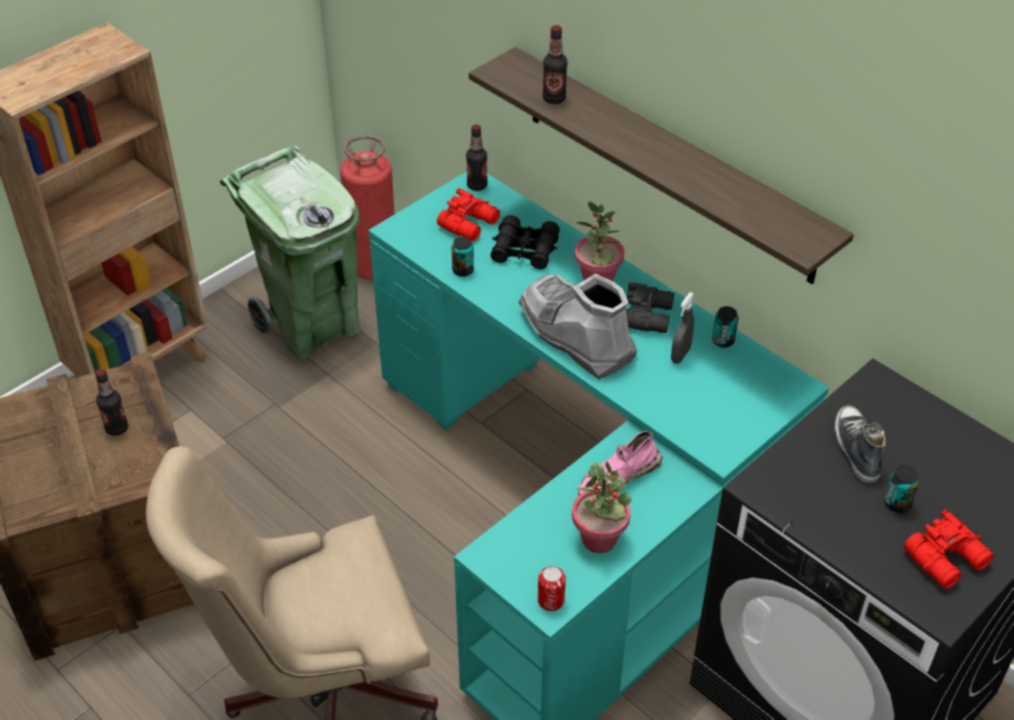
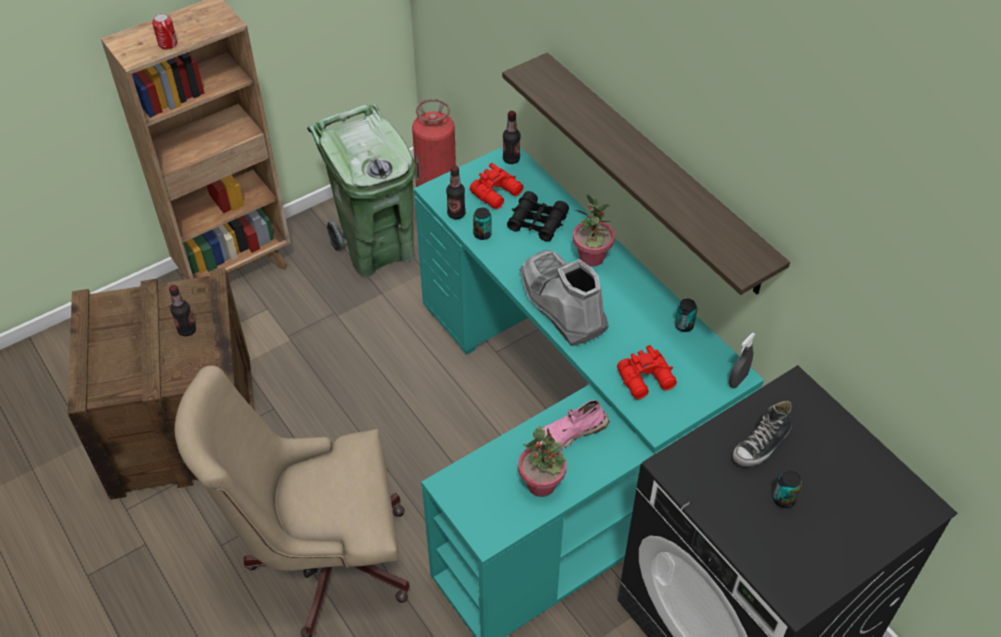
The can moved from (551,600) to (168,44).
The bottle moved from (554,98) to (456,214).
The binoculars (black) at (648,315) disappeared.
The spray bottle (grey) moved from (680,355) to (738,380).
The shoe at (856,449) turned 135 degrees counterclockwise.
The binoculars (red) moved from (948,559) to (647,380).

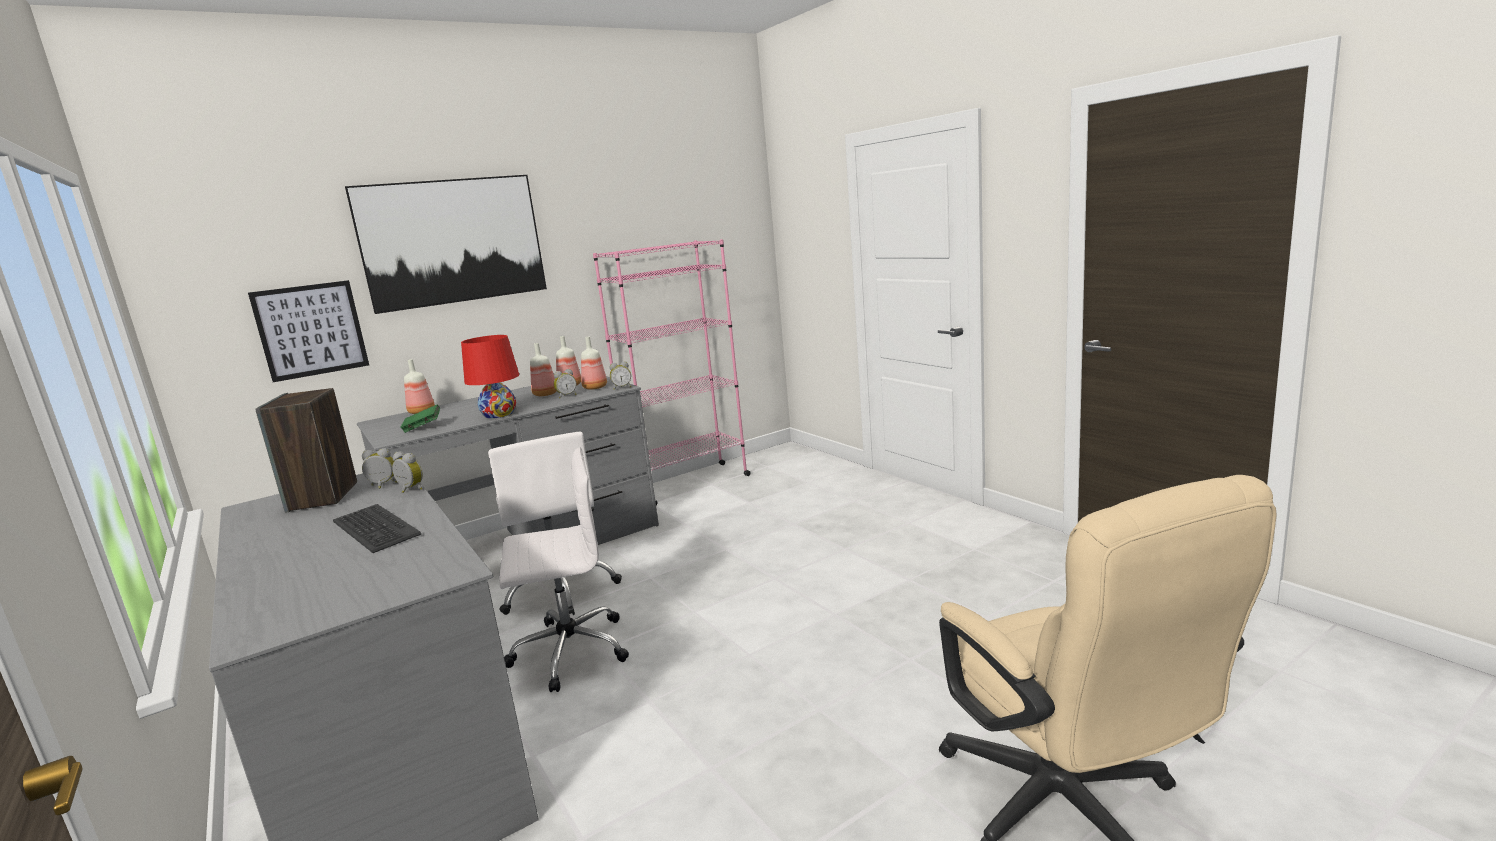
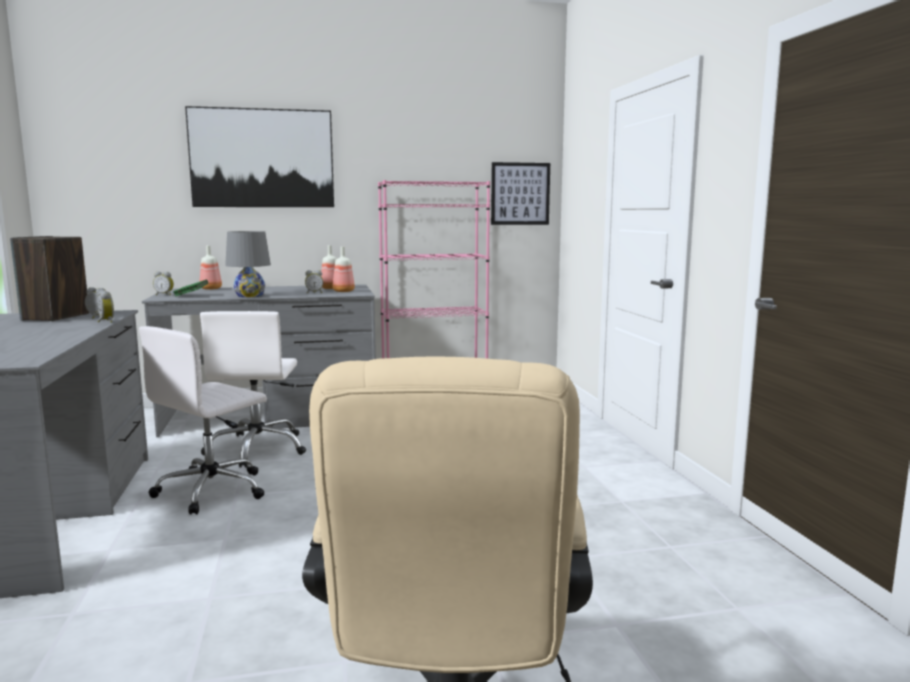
The picture moved from (311,330) to (520,194).
The keyboard at (374,529) disappeared.
The table lamp (red) at (499,414) became the table lamp (grey) at (250,296).
The office chair (white) at (568,651) turned 120 degrees clockwise.
The bottle at (546,394) disappeared.
The alarm clock moved from (622,388) to (164,295).

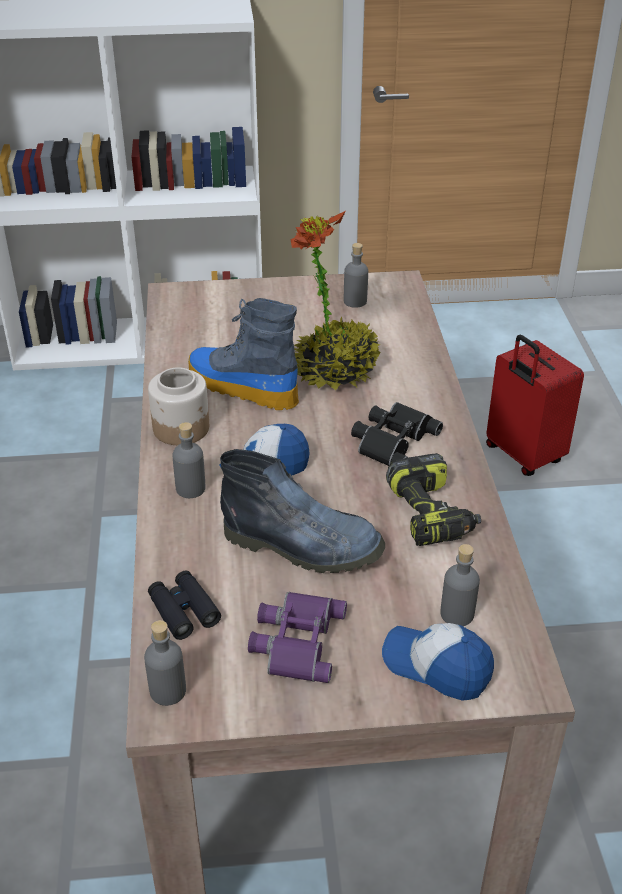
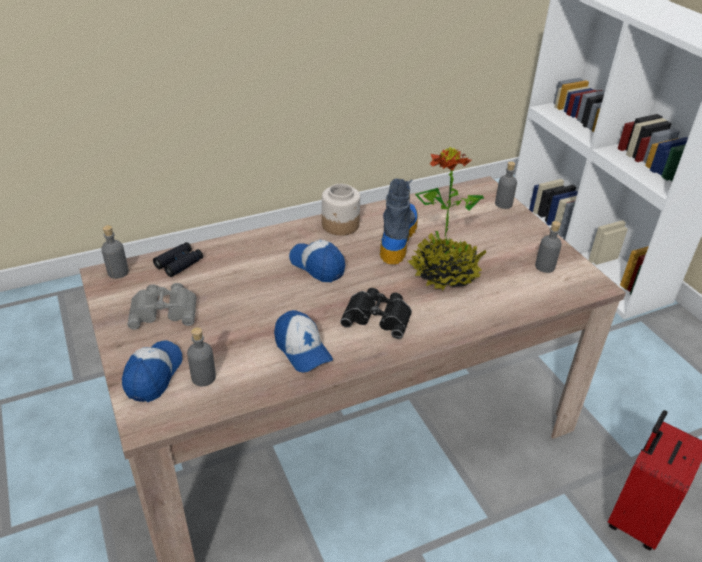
The bottle (grey) moved from (190,488) to (503,204).
The boot at (305,545) disappeared.
The binoculars (purple) at (295,640) became the binoculars (grey) at (164,310).
The power drill at (432,514) was replaced by the cap at (302,349).

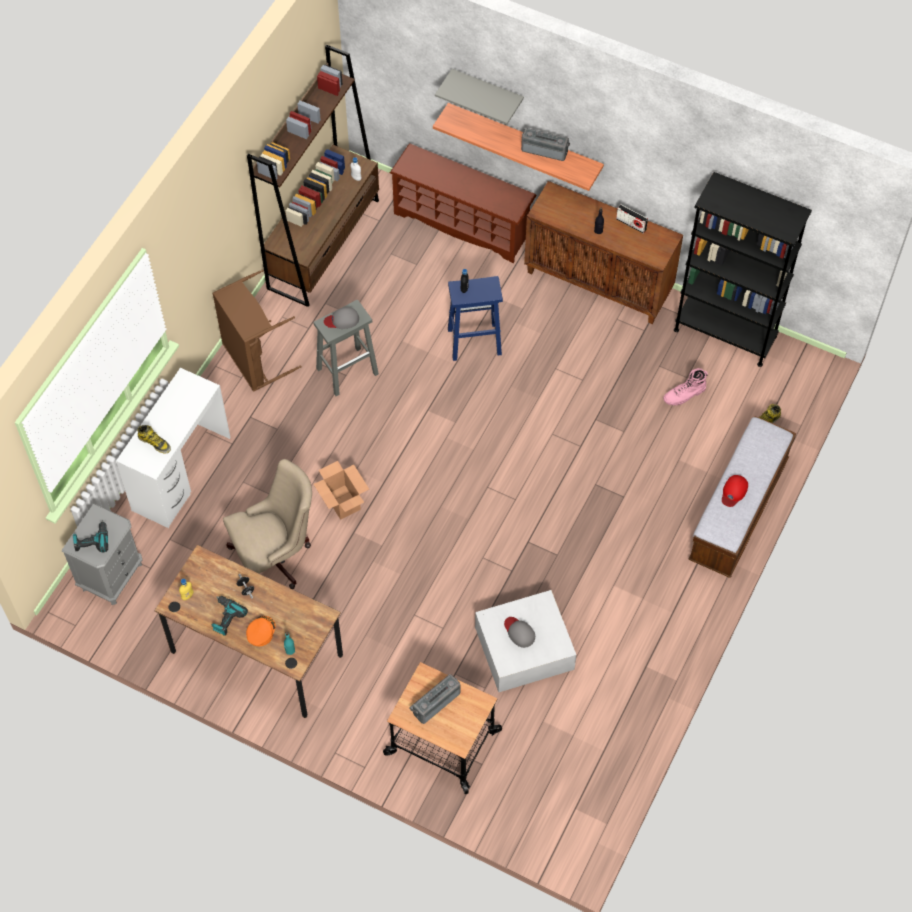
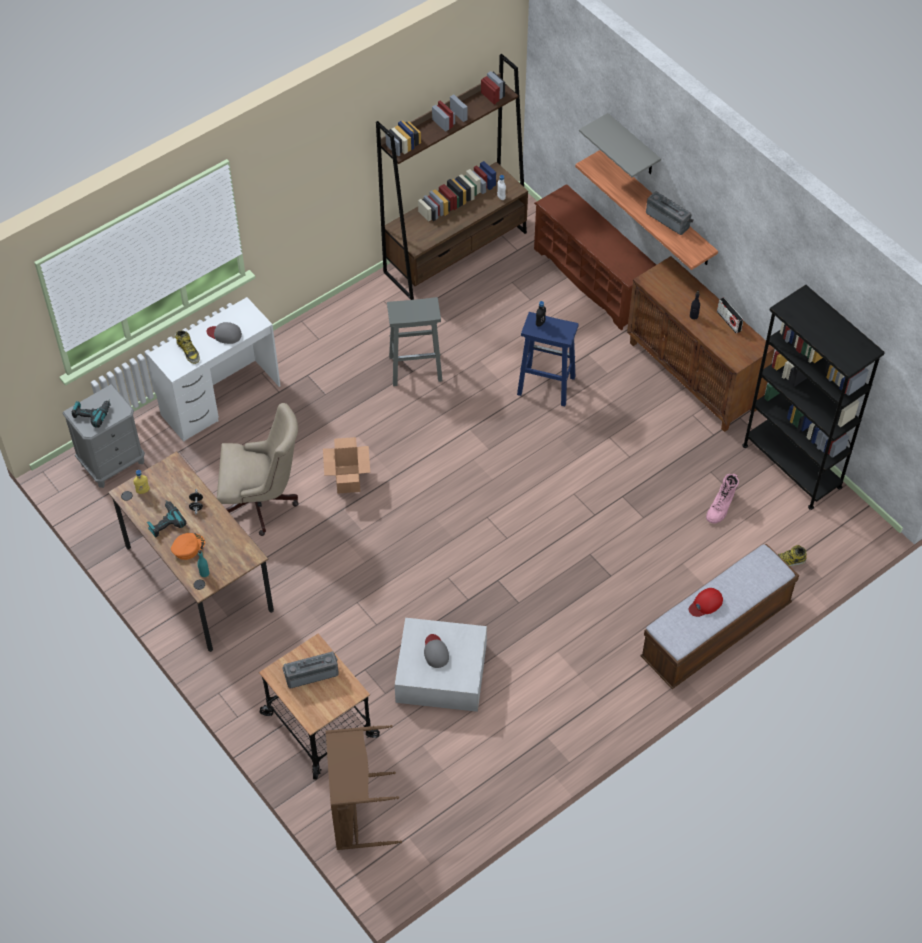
The laundry basket (brown) moved from (254,359) to (355,811).
The cap (grey) moved from (342,320) to (224,334).
The boot (pink) at (684,395) turned 60 degrees counterclockwise.

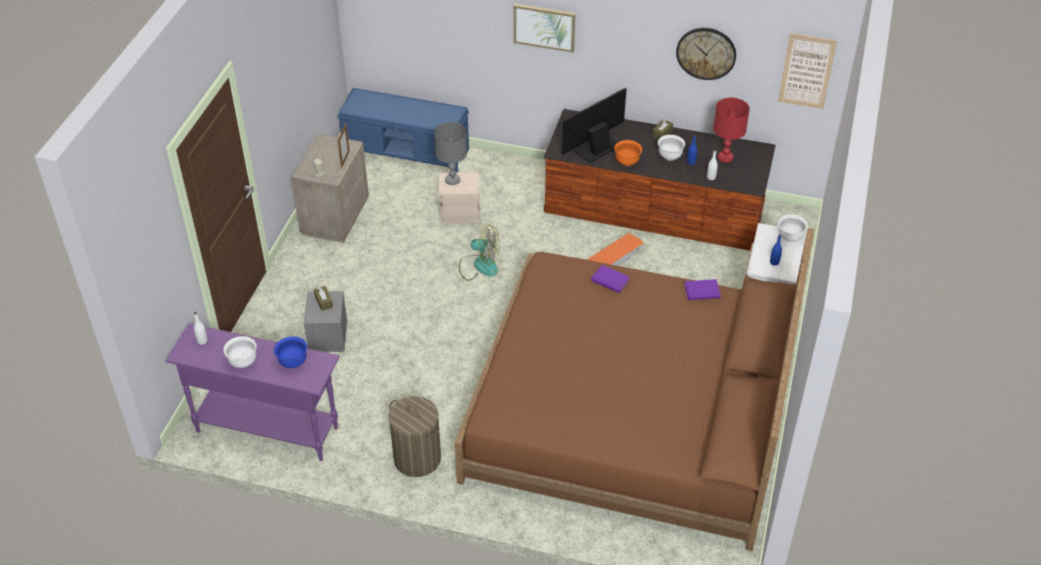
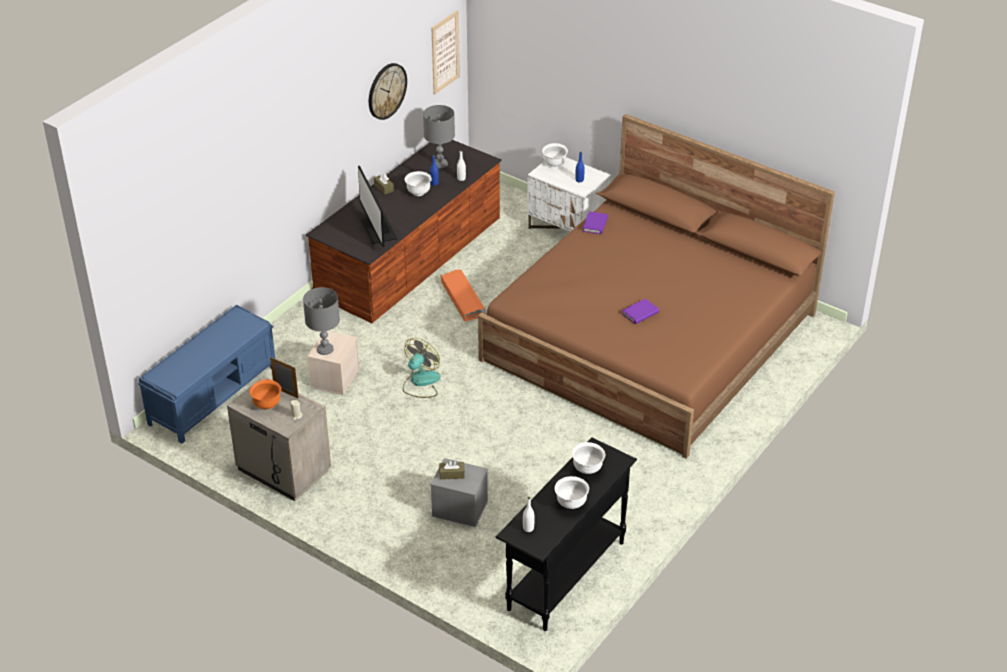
The console table (purple) at (267,429) became the console table (black) at (565,576).
The bowl (blue) at (293,362) became the bowl (white) at (587,468).
The laundry basket at (417,458) disappeared.
The picture at (544,27) disappeared.
The book (purple) moved from (610,280) to (640,313).
The bowl (orange) moved from (627,162) to (267,404).
The table lamp (red) at (725,157) became the table lamp (grey) at (440,164).

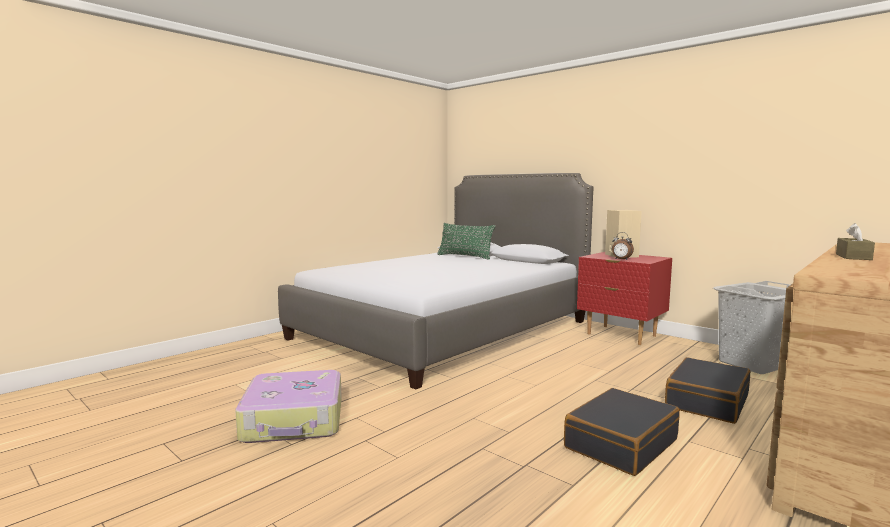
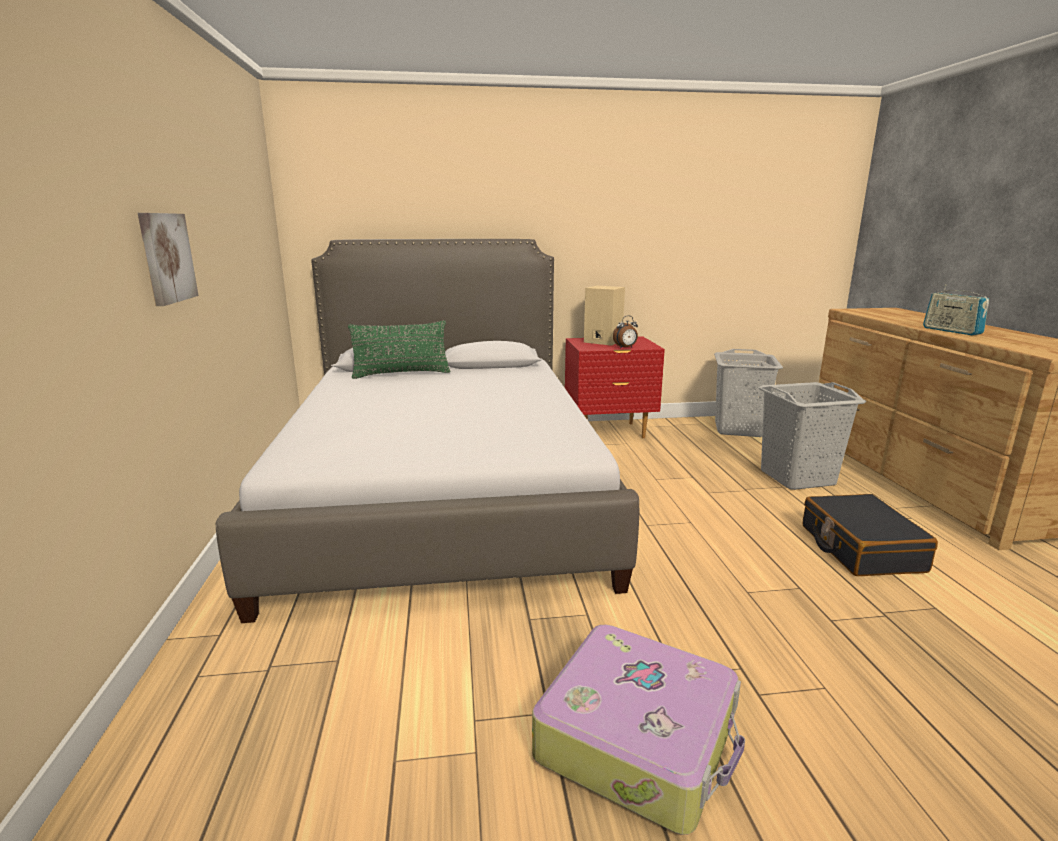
The suitcase (black) at (706,401) was replaced by the laundry basket (grey) at (798,478).
The tissue box (brown) at (853,257) was replaced by the radio at (951,331).
The picture at (166,258) appeared.

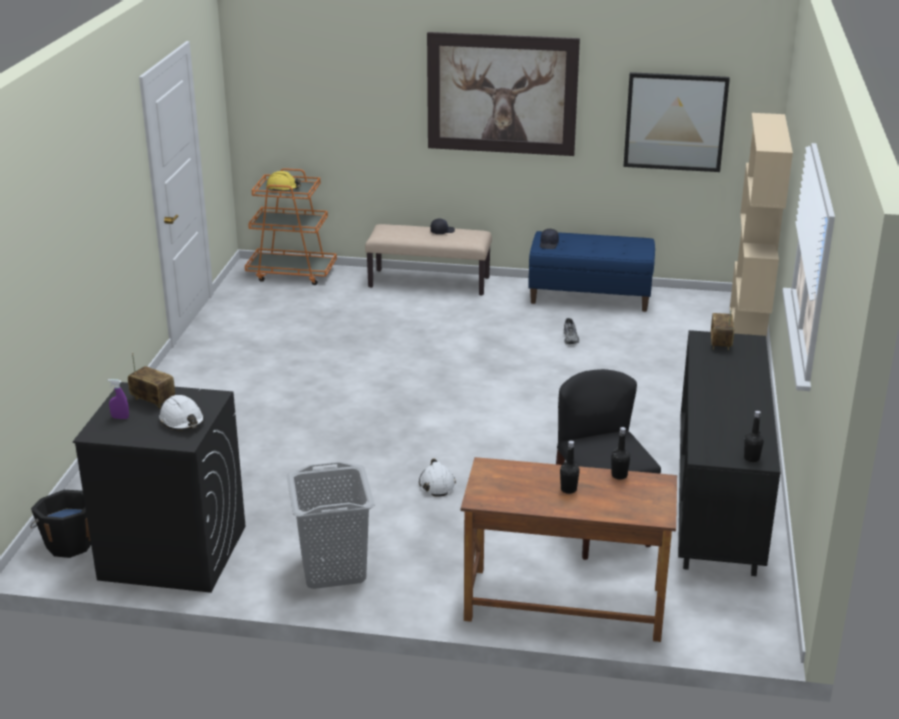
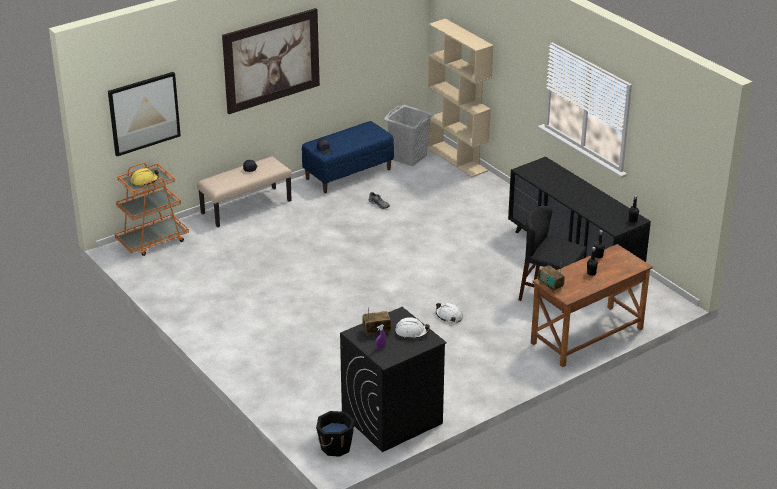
The laundry basket (grey) moved from (333,569) to (408,157).
The picture moved from (675,121) to (144,113).
The radio moved from (720,343) to (550,285).

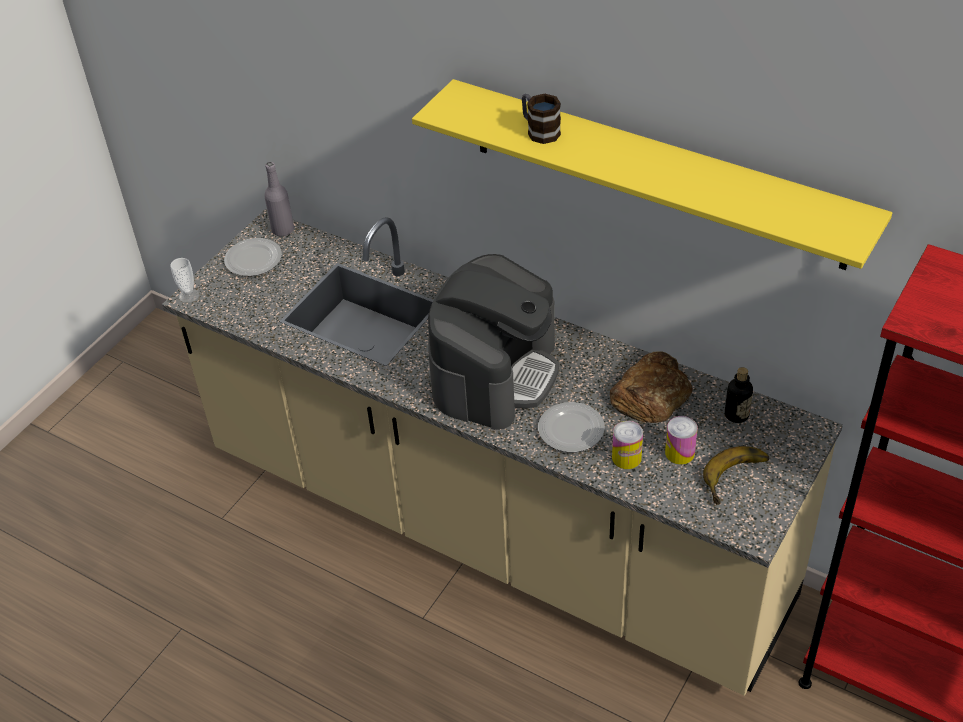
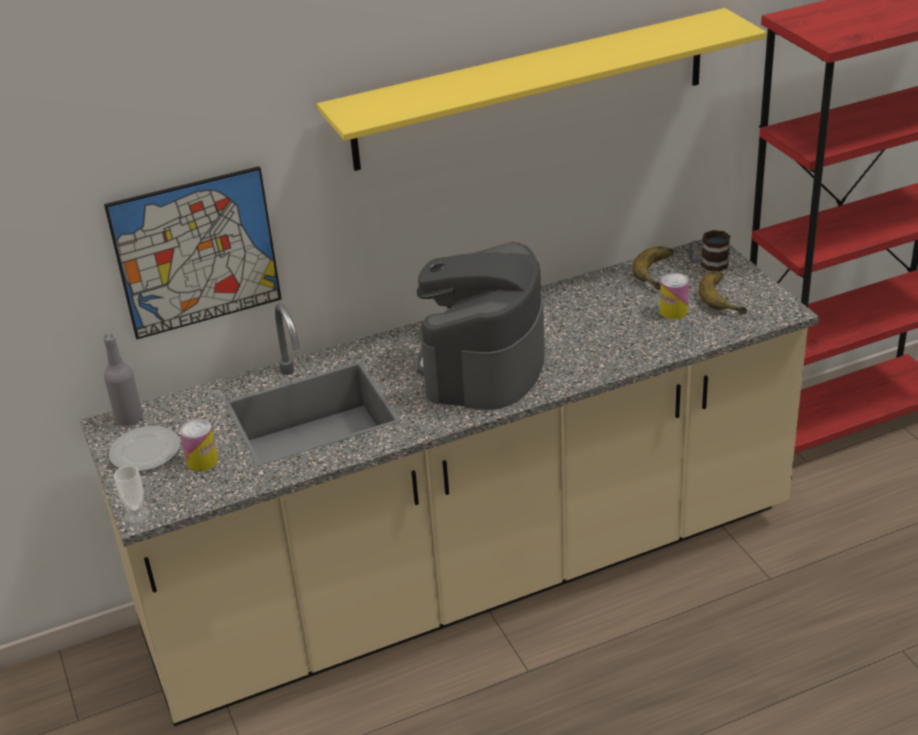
The coffee machine at (495,373) turned 135 degrees counterclockwise.
The mug moved from (539,130) to (708,264).
The plate at (570,430) disappeared.
The bread at (650,394) disappeared.
The can moved from (626,457) to (202,461).
The bottle at (736,415) was replaced by the banana at (661,272).
The picture at (196,253) appeared.

